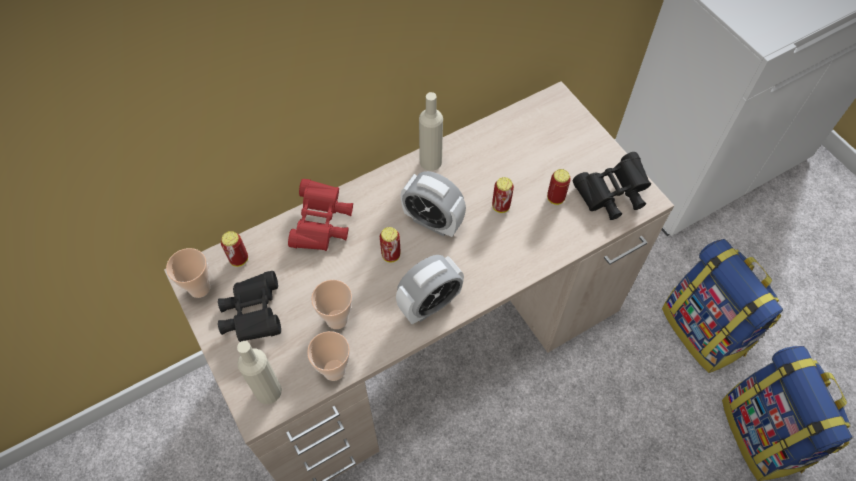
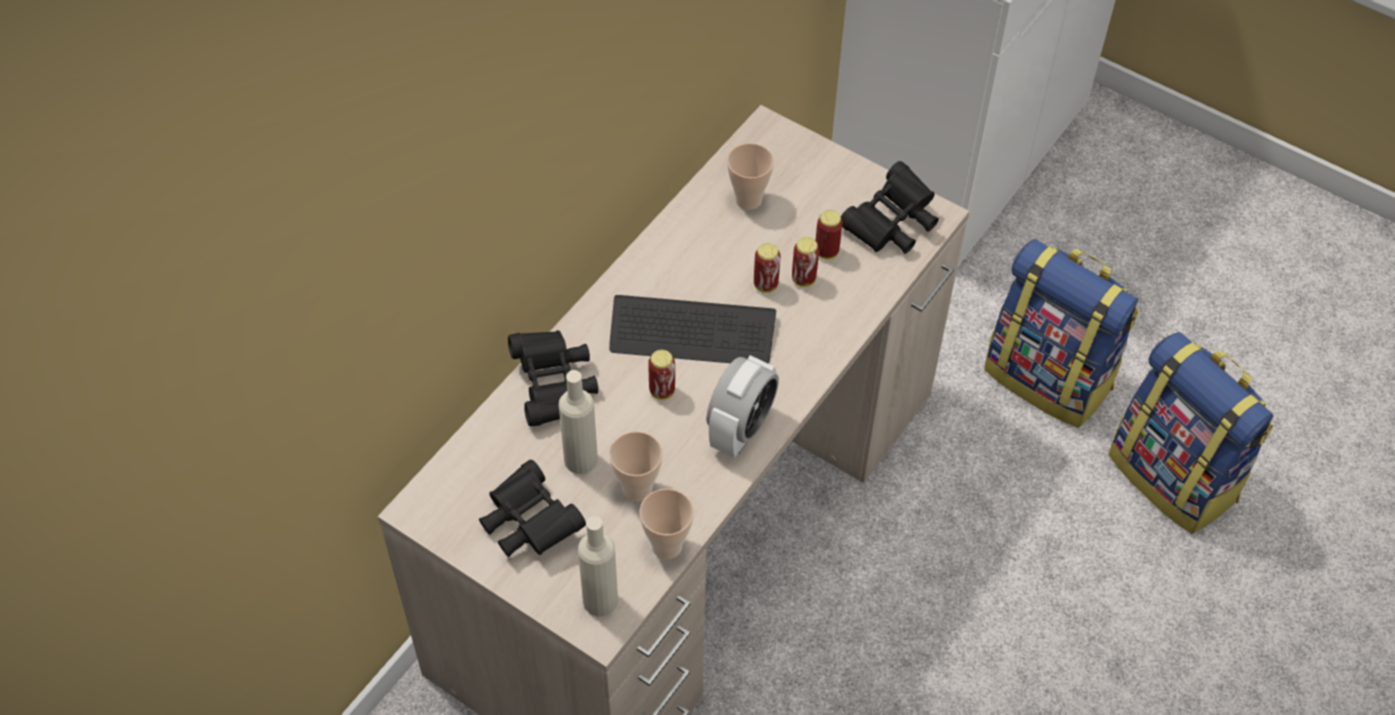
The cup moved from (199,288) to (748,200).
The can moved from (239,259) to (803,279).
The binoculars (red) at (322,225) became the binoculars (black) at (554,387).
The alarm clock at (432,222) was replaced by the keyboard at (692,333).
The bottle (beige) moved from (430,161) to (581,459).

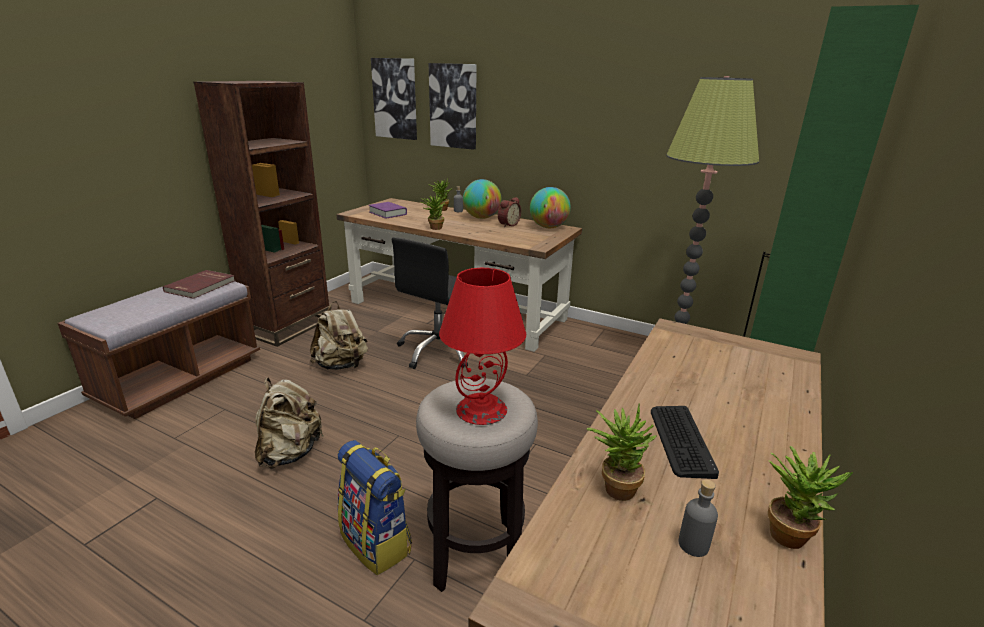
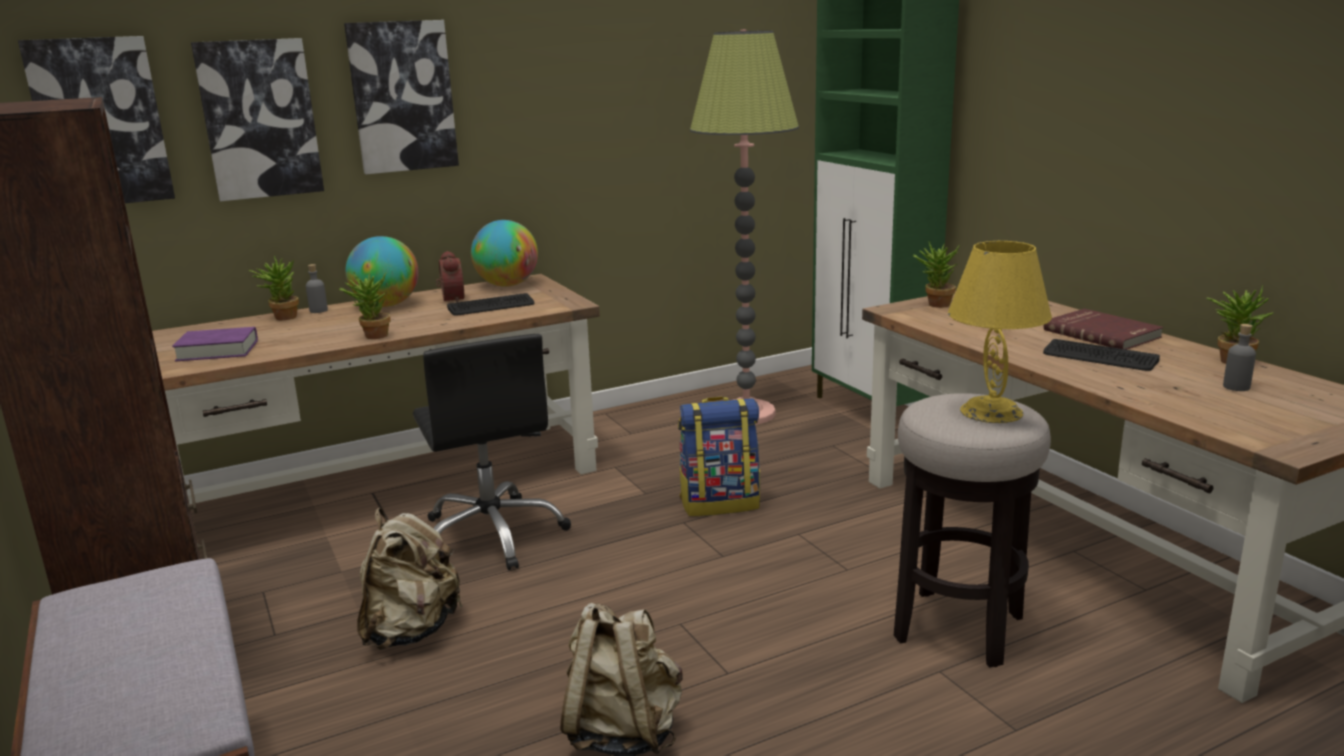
The book (red) moved from (201,286) to (1103,333).
The backpack moved from (377,542) to (720,503).
The table lamp (red) at (481,410) became the table lamp (yellow) at (992,411).
The potted plant moved from (615,486) to (934,305).
The picture at (402,96) appeared.
The keyboard at (491,306) appeared.

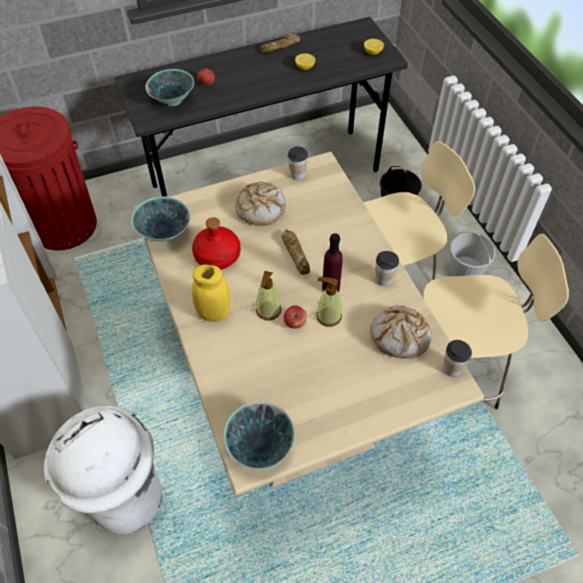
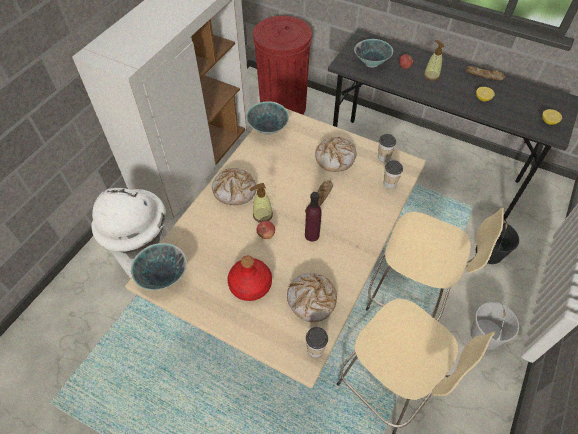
The bottle (red) moved from (217,256) to (250,284).
The jar (yellow) at (213,313) was replaced by the bread at (235,190).
The soap dispenser moved from (328,316) to (431,75).
The cup moved from (383,279) to (389,183).

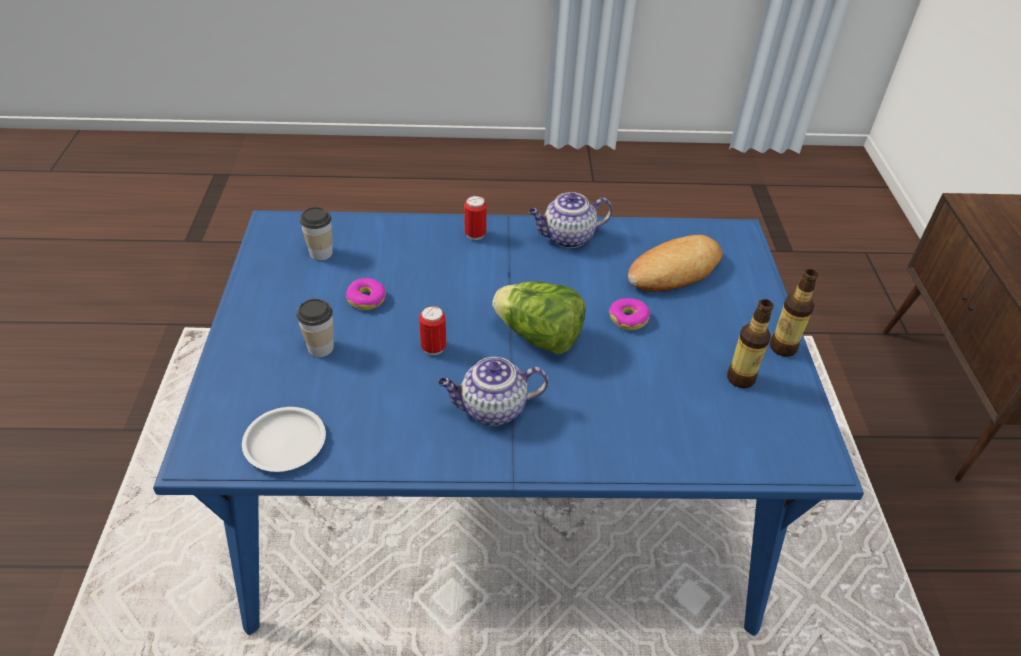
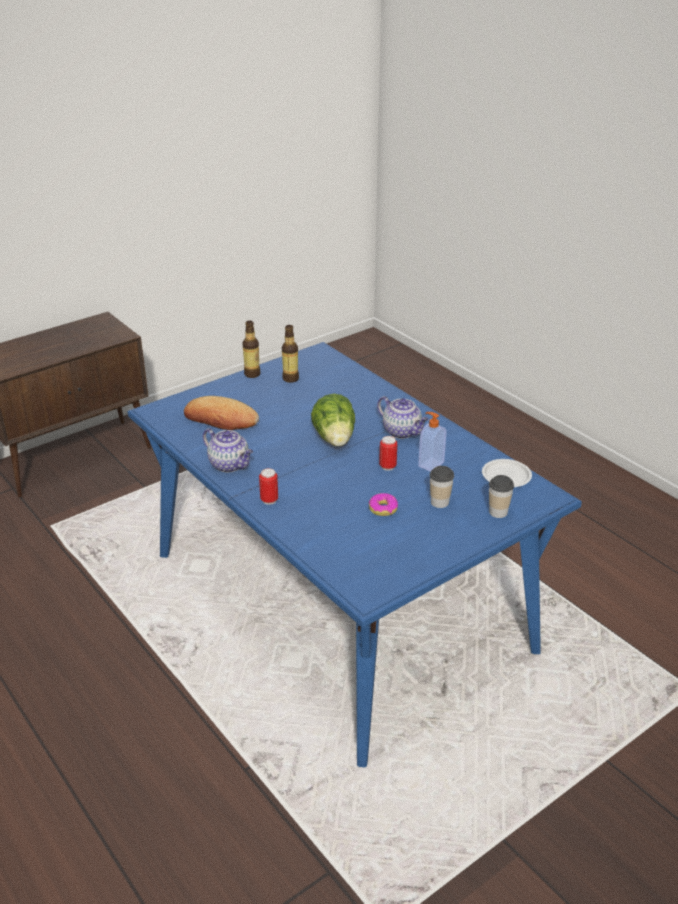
The cup moved from (321,253) to (498,512).
The donut at (628,319) disappeared.
The soap dispenser at (430,464) appeared.

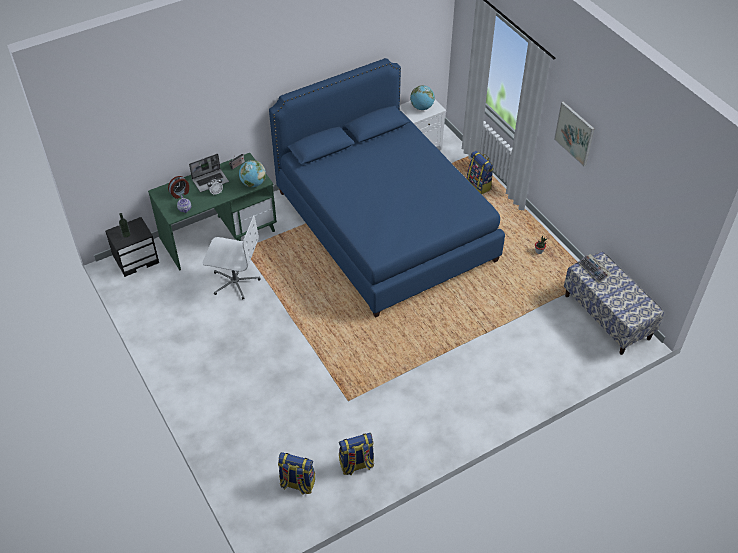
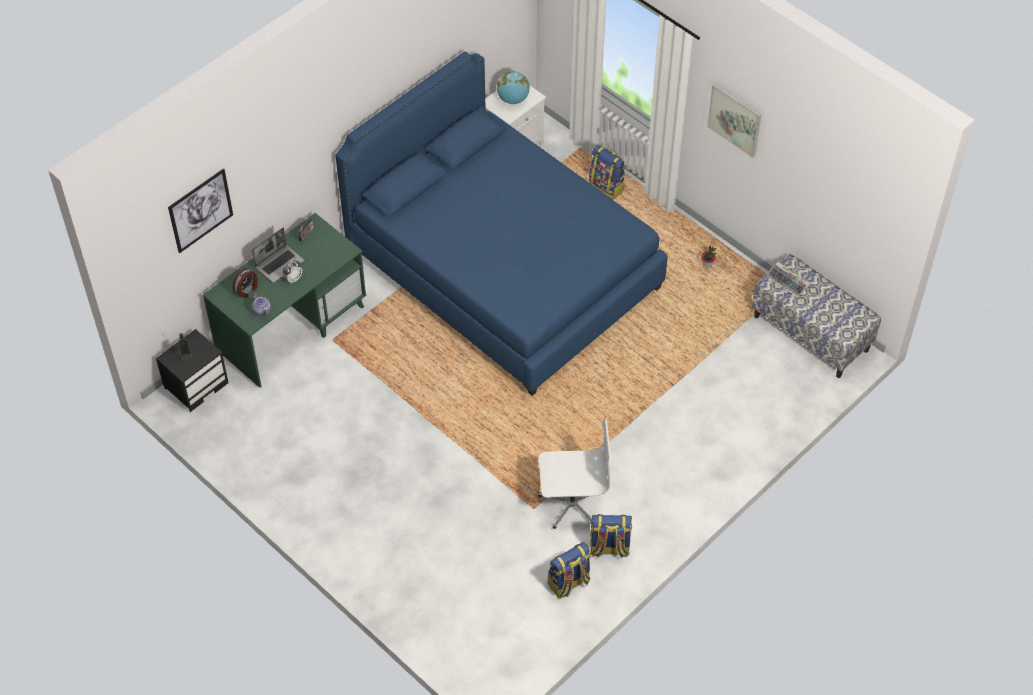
The office chair (white) moved from (235,281) to (571,503).
The globe at (253,183) disappeared.
The backpack moved from (297,483) to (609,548).
The picture at (200,210) appeared.

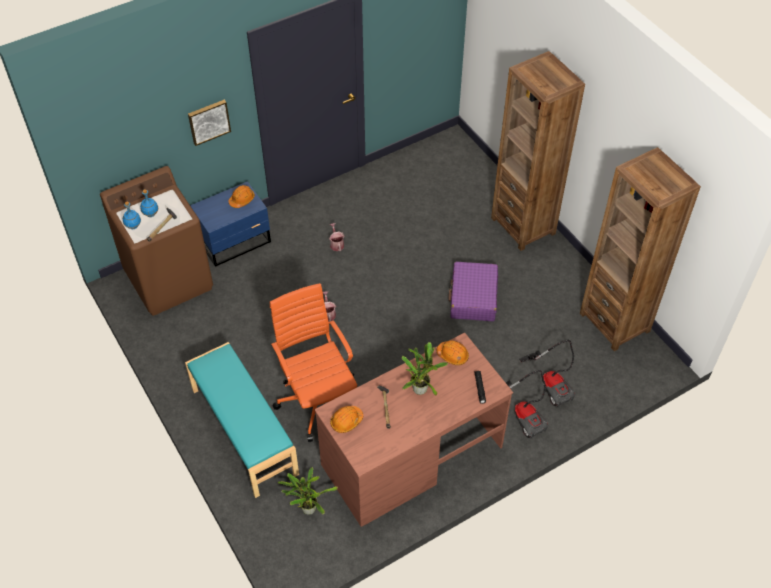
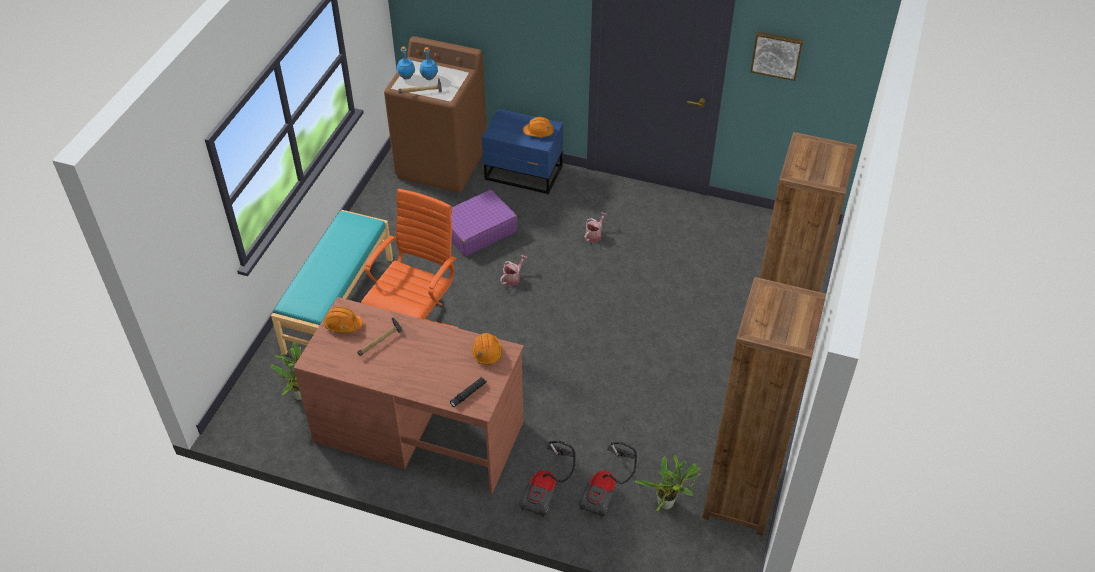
The picture moved from (208,121) to (776,54).
The potted plant moved from (421,388) to (668,503).
The suitcase (purple) moved from (473,298) to (478,231).

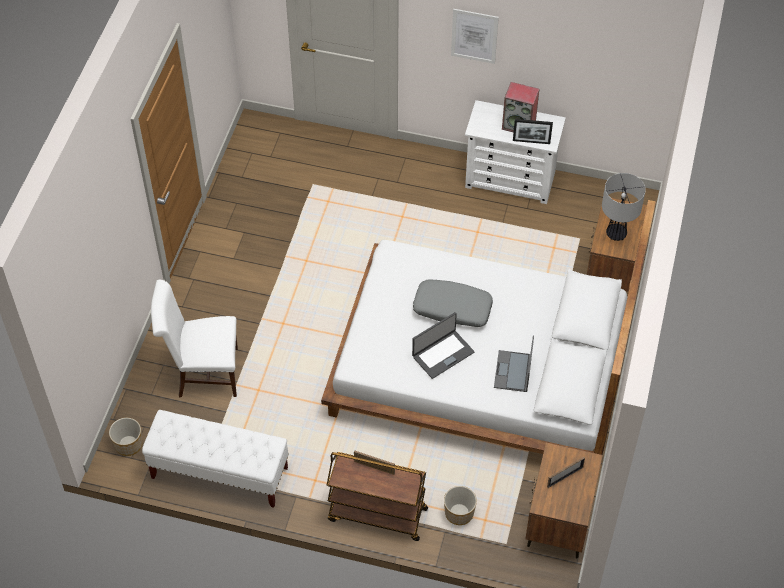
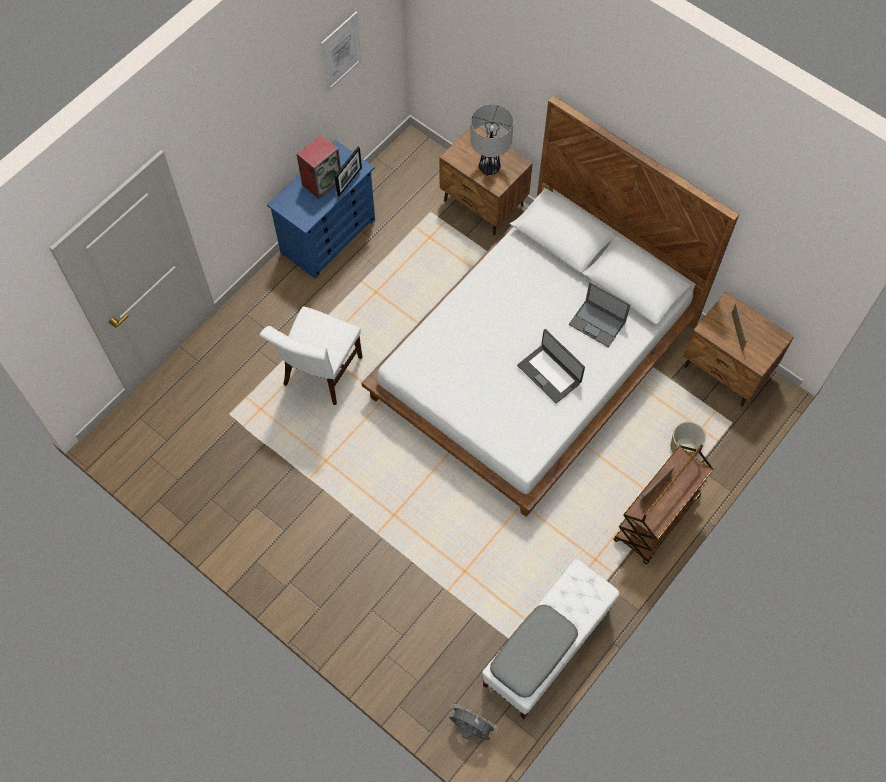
The planter at (128,444) was replaced by the fan (grey) at (470,728).
The chair (white) moved from (203,373) to (320,375).
The laptop at (442,354) turned 150 degrees clockwise.
The pillow (grey) moved from (452,309) to (533,653).
The picture moved from (474,36) to (341,52).
The dresser (white) at (510,180) became the dresser (blue) at (328,236).

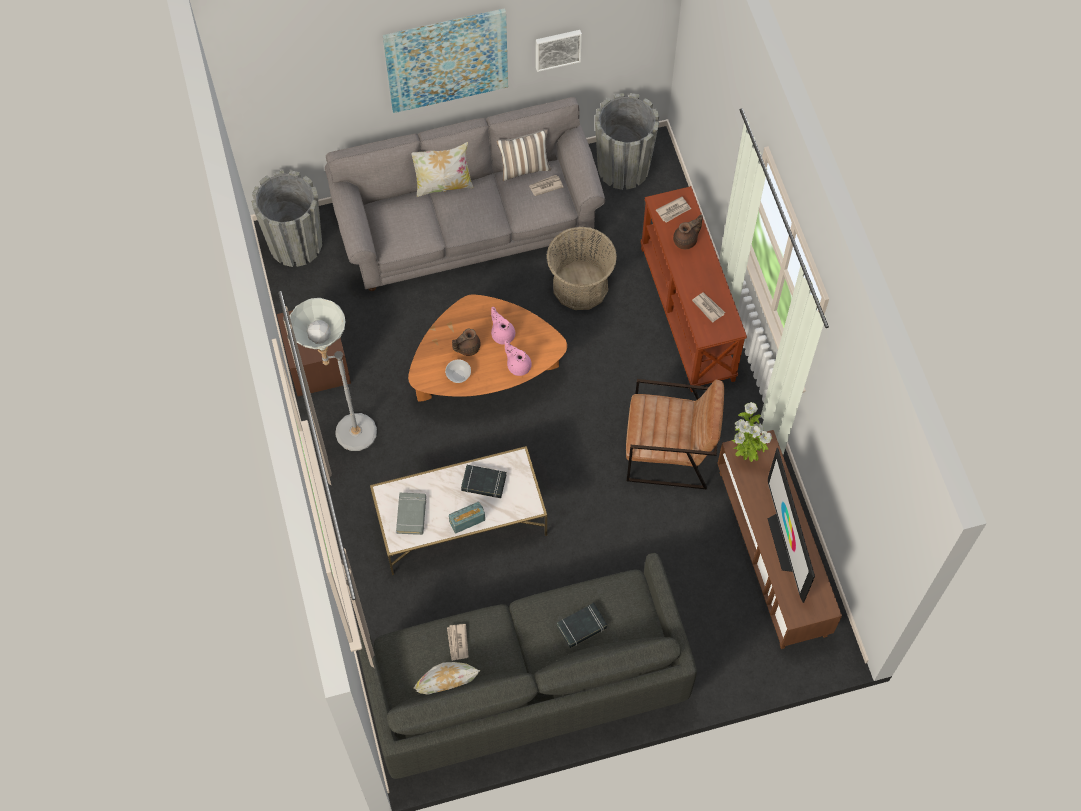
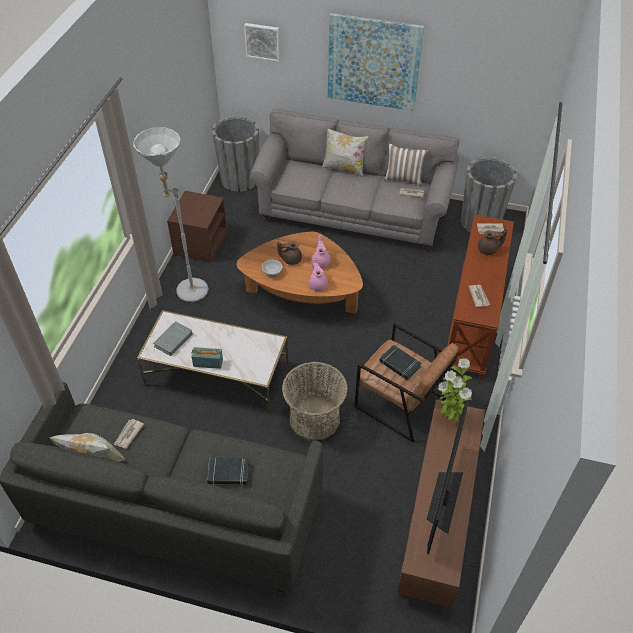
The book (black) moved from (483,483) to (399,364).
The picture moved from (557,48) to (262,41).
The basket moved from (580,286) to (314,418).

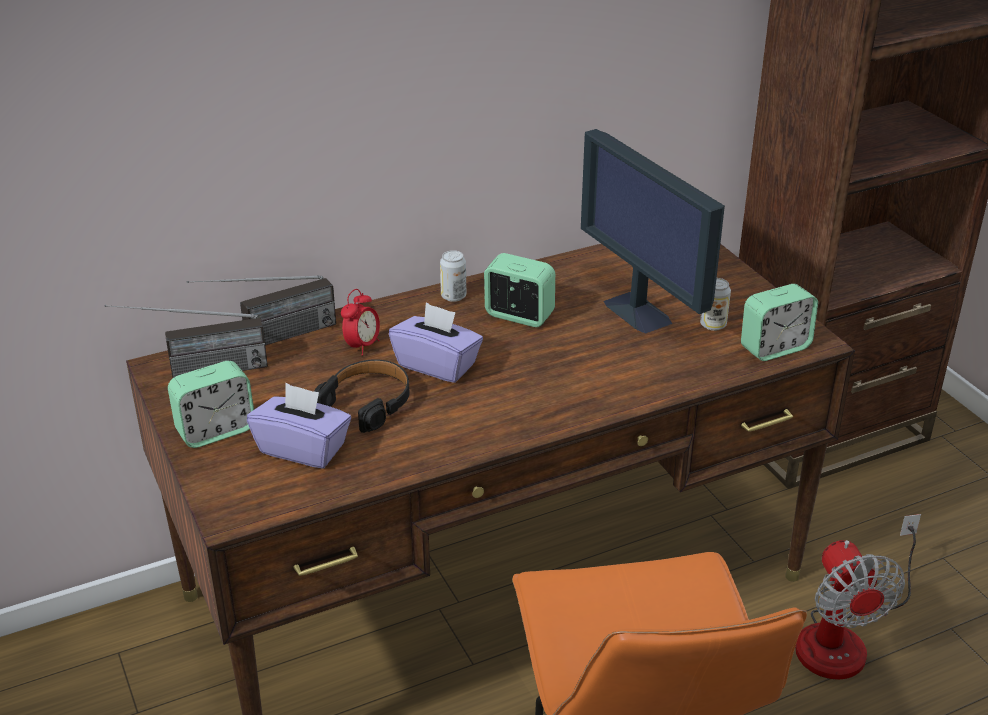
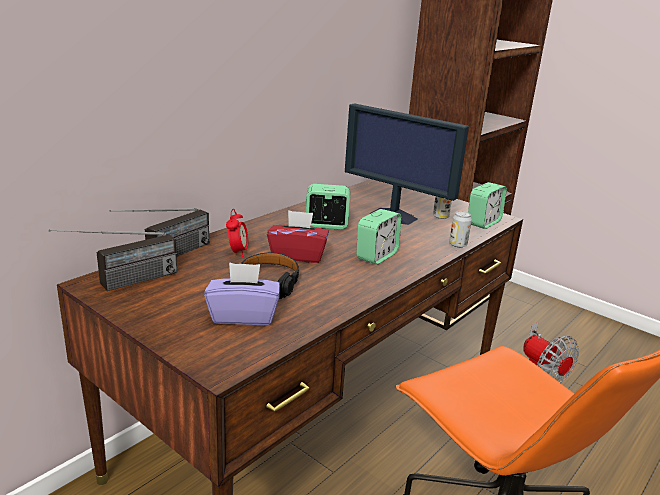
The alarm clock moved from (216,431) to (376,256).
The tissue box (purple) at (437,365) became the tissue box (red) at (297,255).
The can moved from (453,296) to (458,245).

